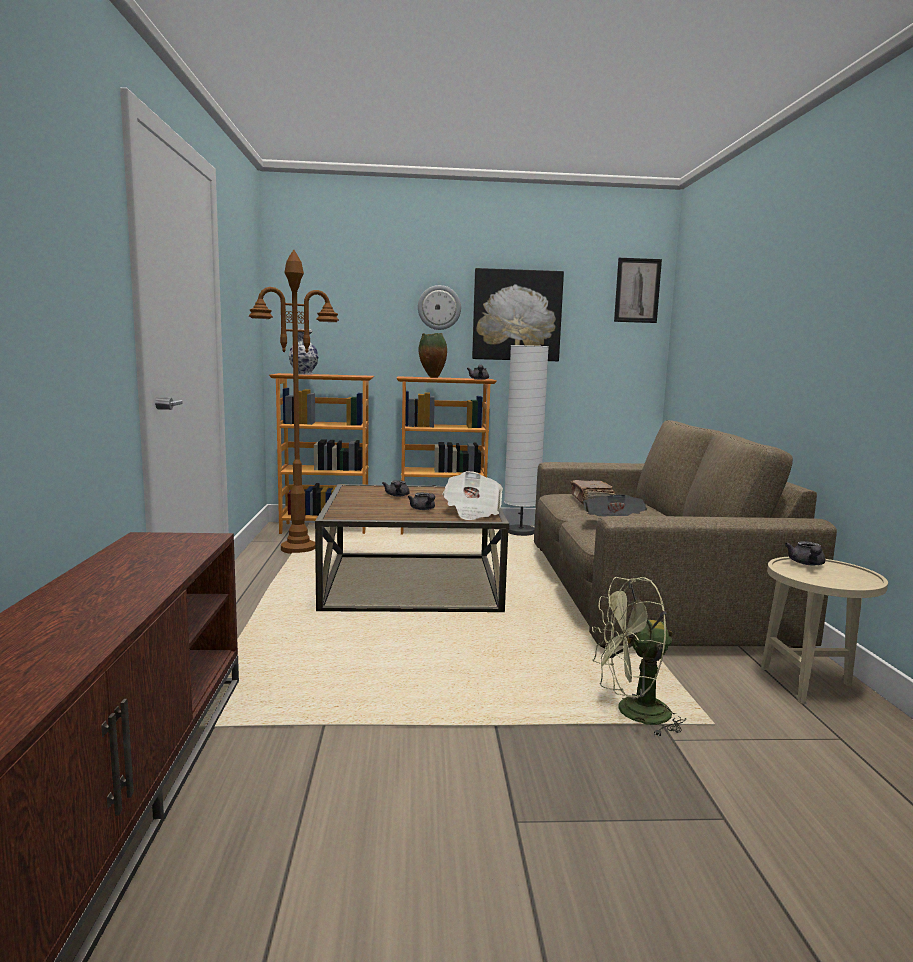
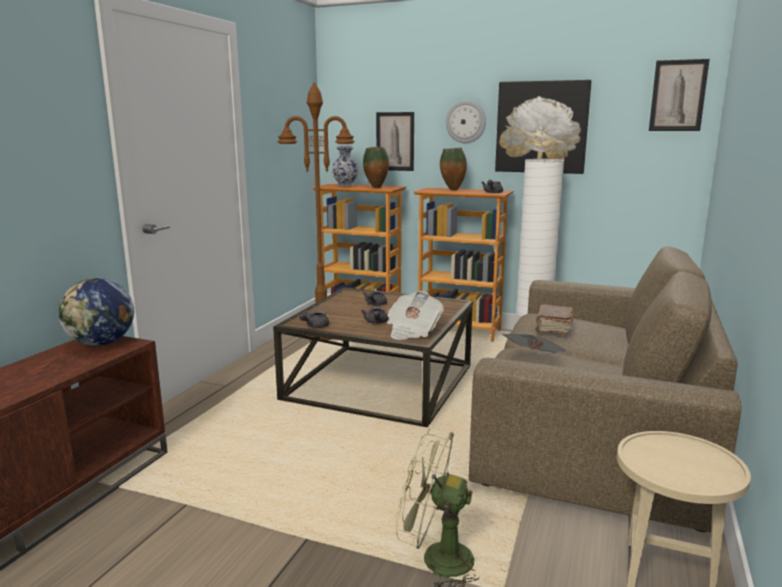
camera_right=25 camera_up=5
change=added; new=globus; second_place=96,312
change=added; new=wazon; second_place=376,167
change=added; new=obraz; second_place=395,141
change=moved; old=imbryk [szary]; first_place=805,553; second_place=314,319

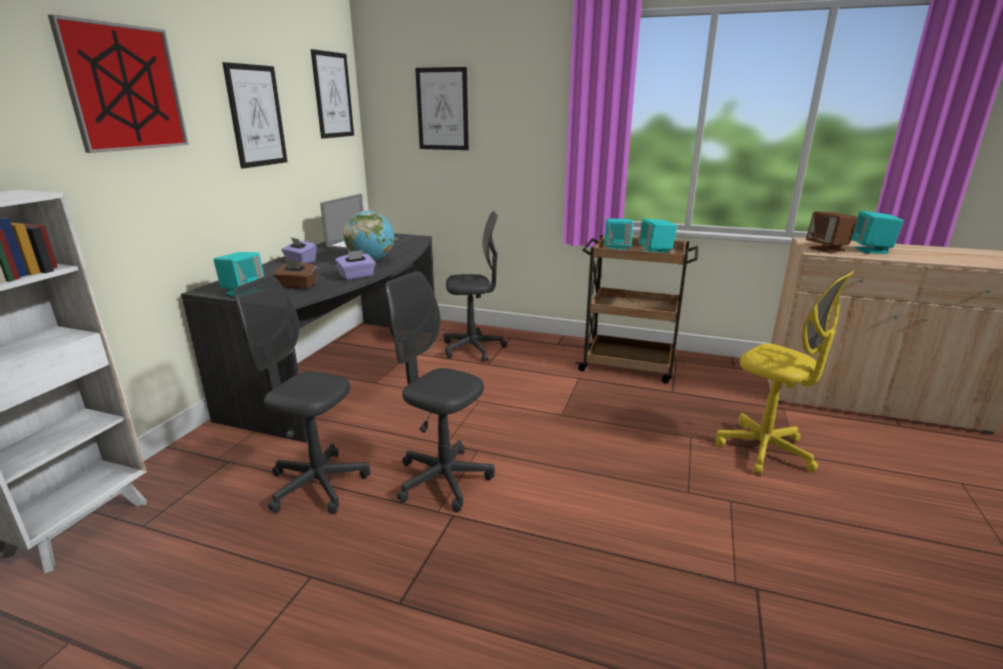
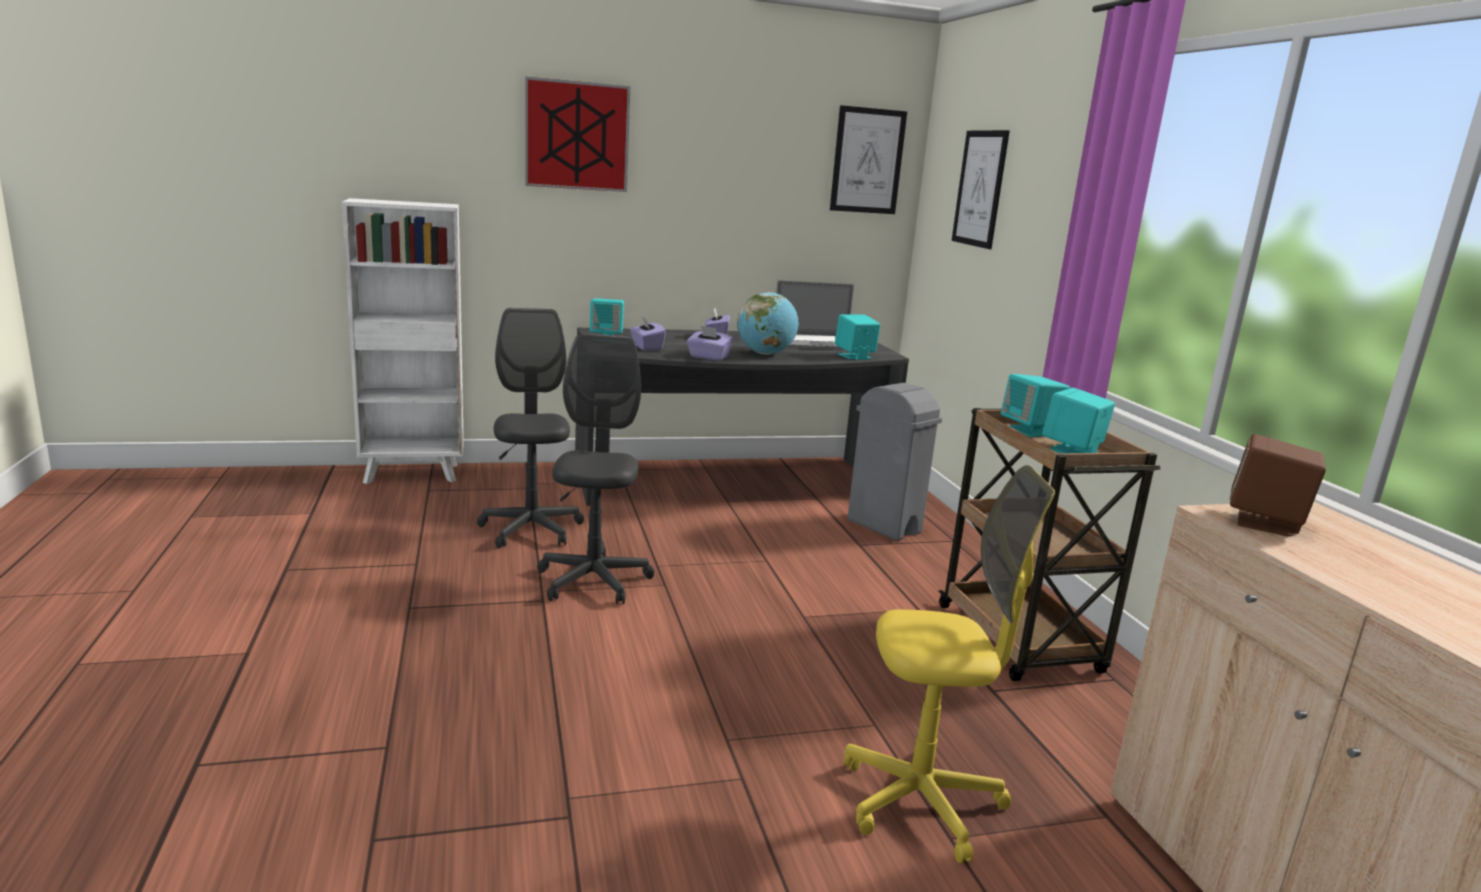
camera_right=55 camera_up=-5
change=removed; old=obraz; first_place=255,115
change=moved; old=głośnik [turkusowy]; first_place=877,232; second_place=857,337
change=replaced; old=krzesło biurowe [szary]; new=kosz na śmieci [szary]; first_place=475,286; second_place=895,462
change=recoloured; old=pudełko chusteczek [brązowy]; new=pudełko chusteczek [fioletowy]; first_place=295,274; second_place=648,333
change=turned; old=krzesło biurowe [żółty]; first_place=785,373; second_place=949,664; degrees=-105

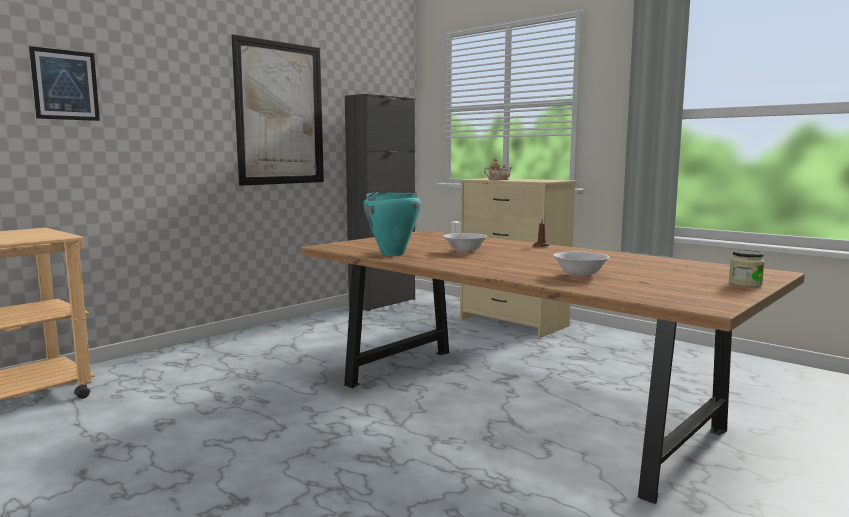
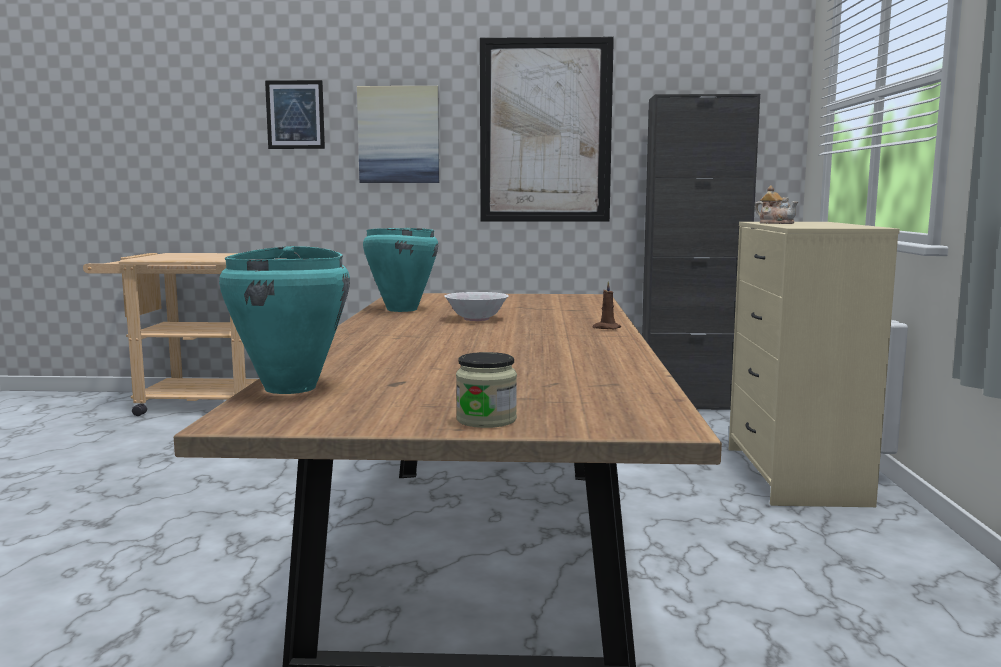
camera_right=50 camera_up=0
change=removed; old=miska [biały]; first_place=581,265
change=added; new=garnek [turkusowy]; second_place=284,320
change=added; new=obraz; second_place=398,134

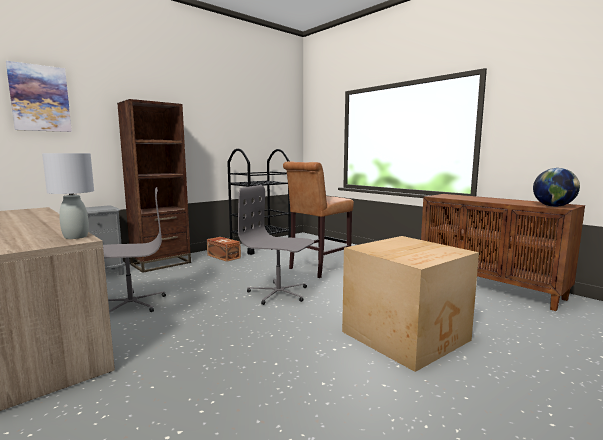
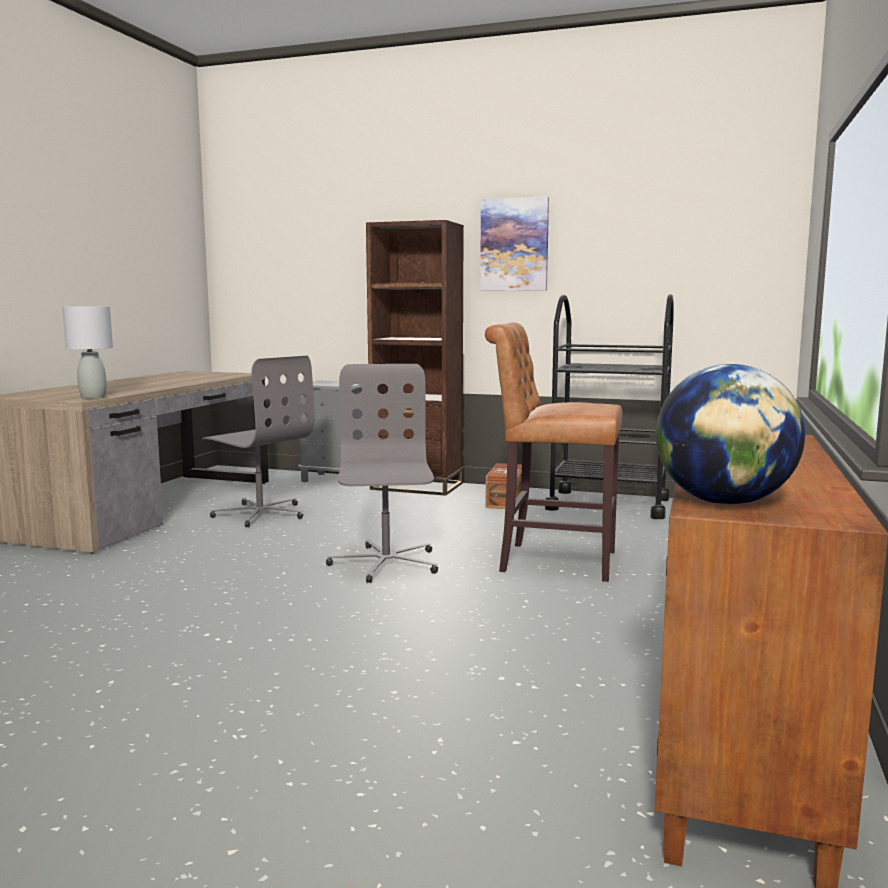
camera_right=60 camera_up=0
change=removed; old=karton; first_place=410,304
change=moved; old=obraz; first_place=39,96; second_place=514,243

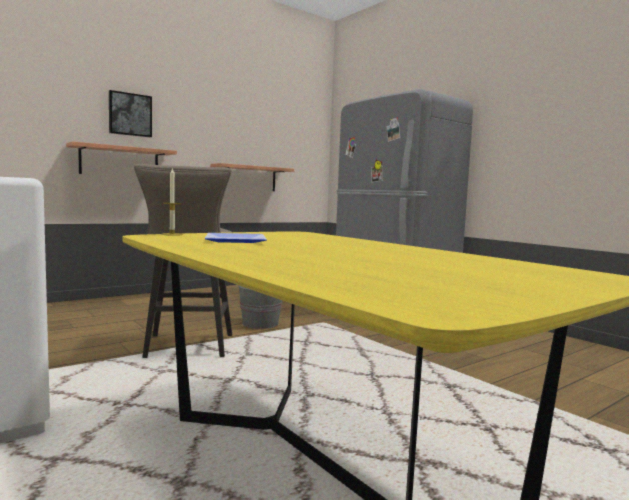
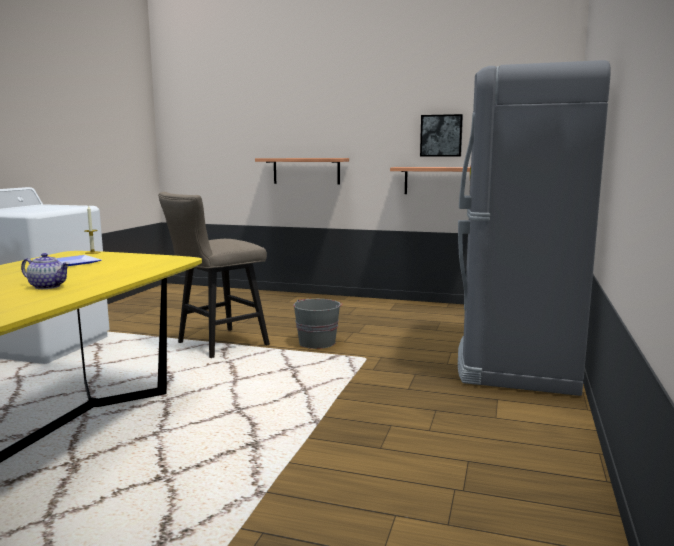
camera_right=55 camera_up=5
change=added; new=imbryk; second_place=45,271
change=moved; old=obraz; first_place=130,113; second_place=441,135

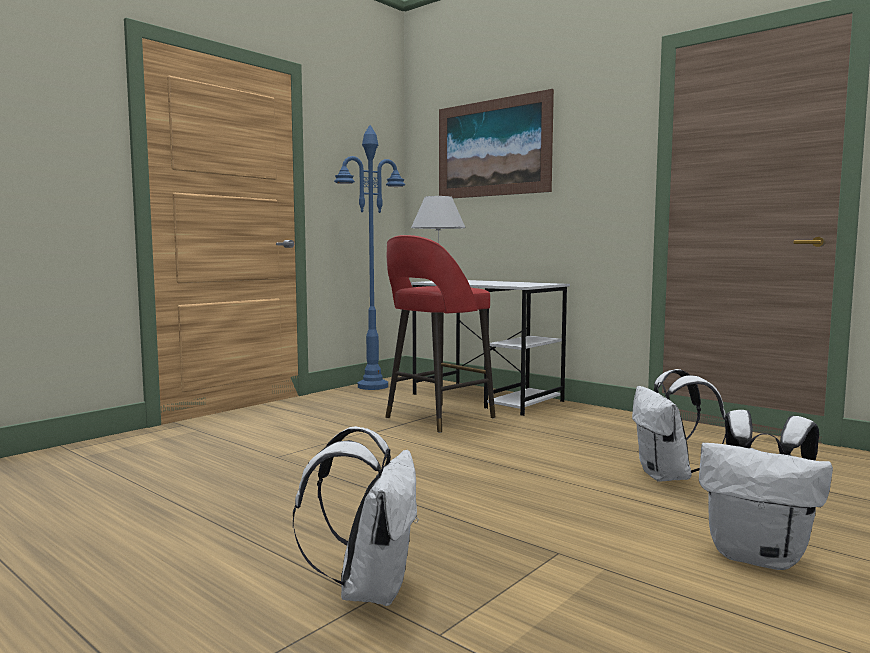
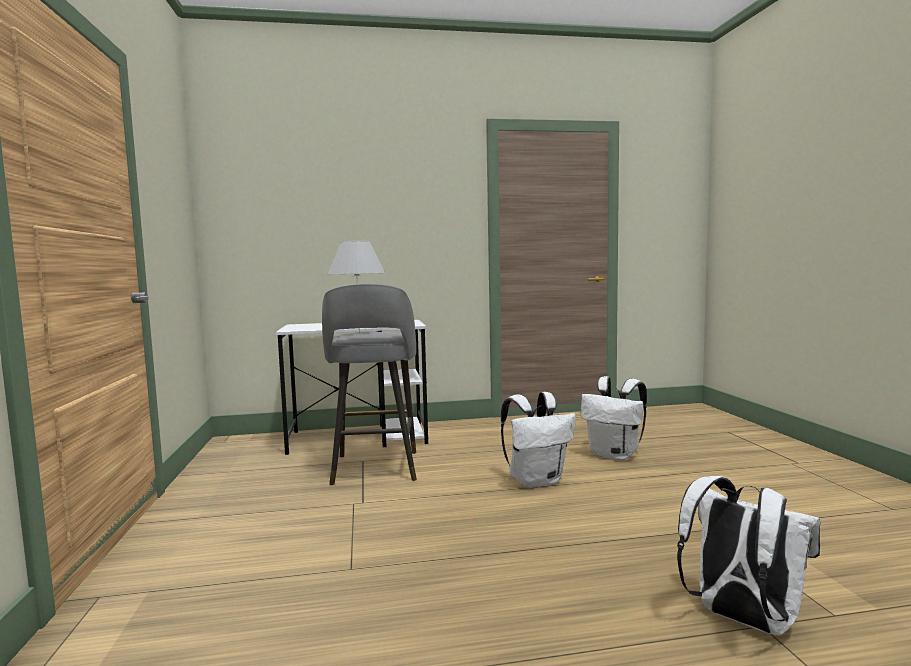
camera_right=-50 camera_up=0
change=removed; old=lampa stojąca [niebieski]; first_place=369,257
change=removed; old=obraz; first_place=496,143
change=moved; old=plecak [biały]; first_place=766,490; second_place=538,440
change=recoloured; old=stołek [czerwony]; new=stołek [szary]; first_place=440,334; second_place=369,384

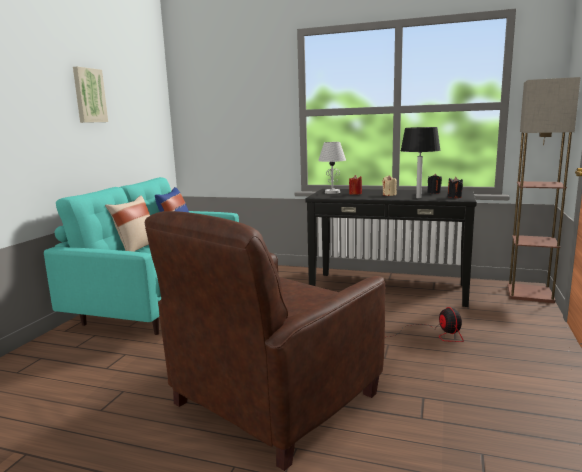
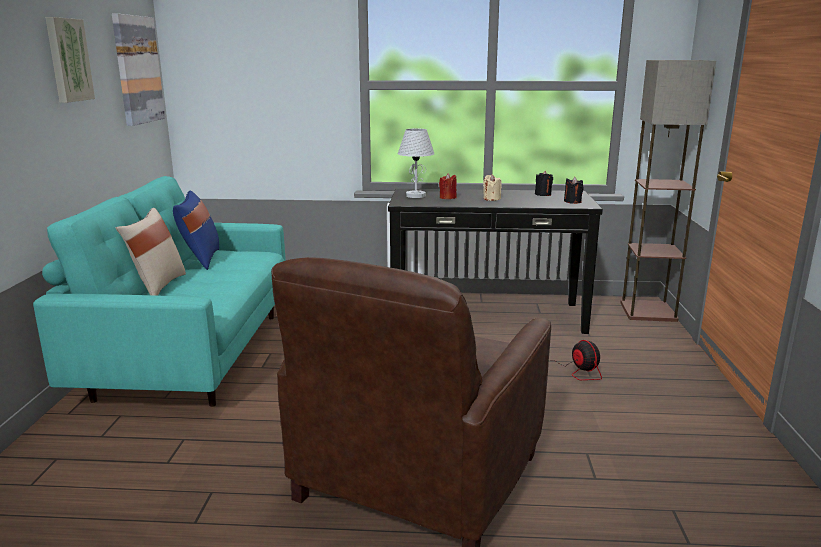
camera_right=-15 camera_up=5
change=removed; old=lampa stołowa [czarny]; first_place=421,163
change=added; new=obraz; second_place=138,69

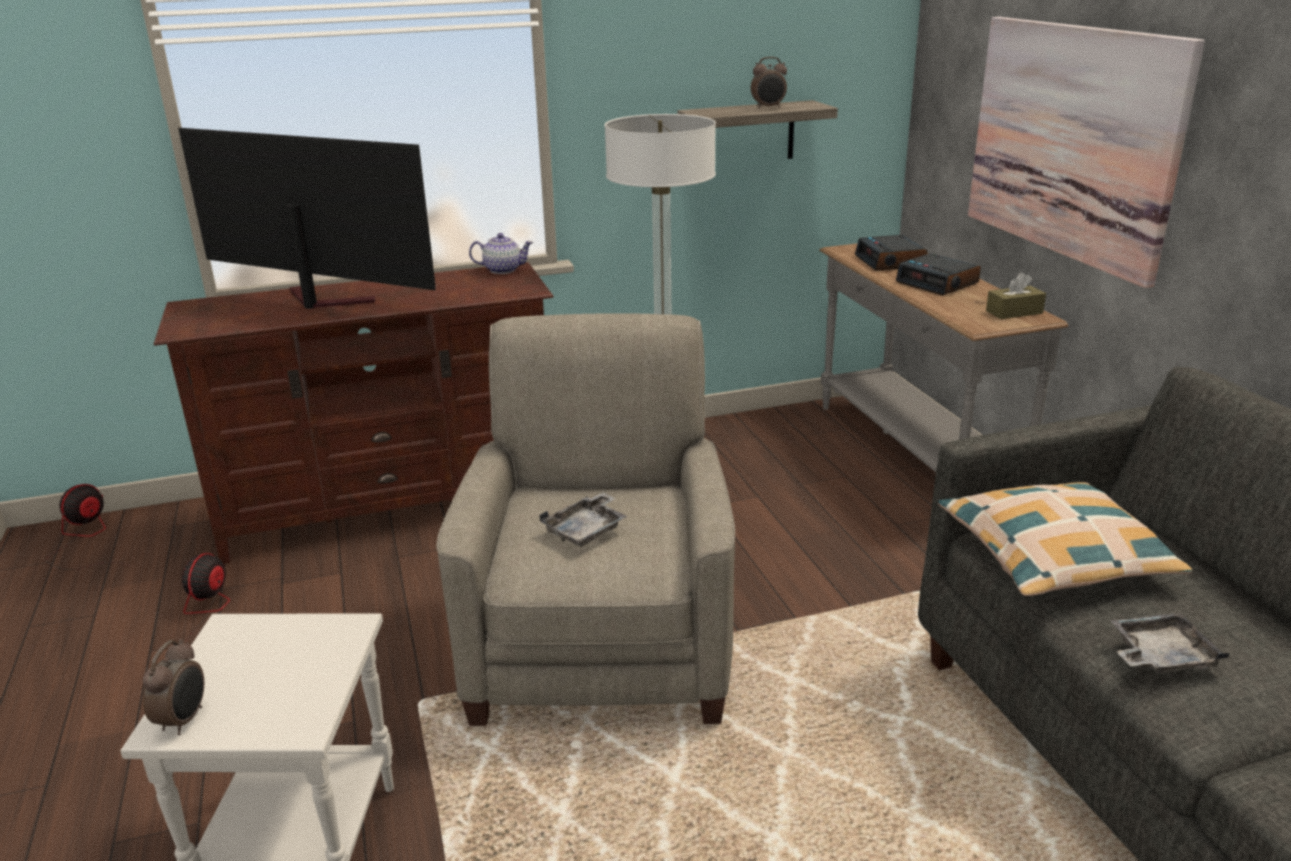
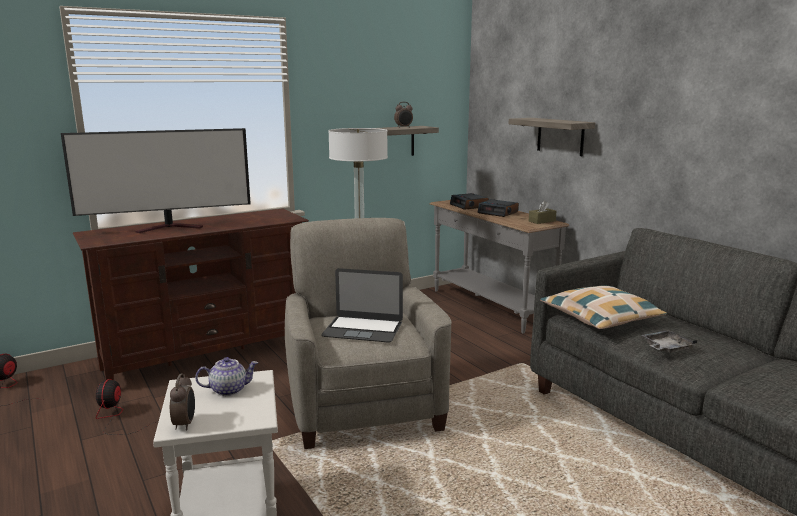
camera_right=-15 camera_up=-10
change=moved; old=imbryk; first_place=501,253; second_place=226,376
change=replaced; old=taca [szary]; new=laptop; first_place=583,519; second_place=362,305
change=replaced; old=obraz; new=półka; first_place=1086,152; second_place=552,137
change=turned; old=telewizor; first_place=307,218; second_place=156,180; degrees=150

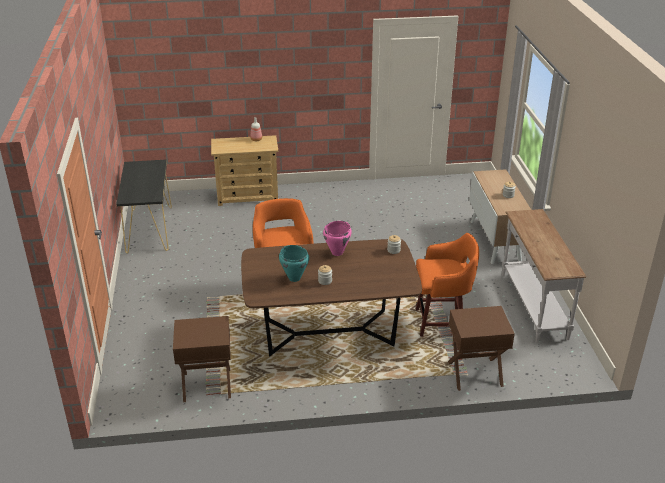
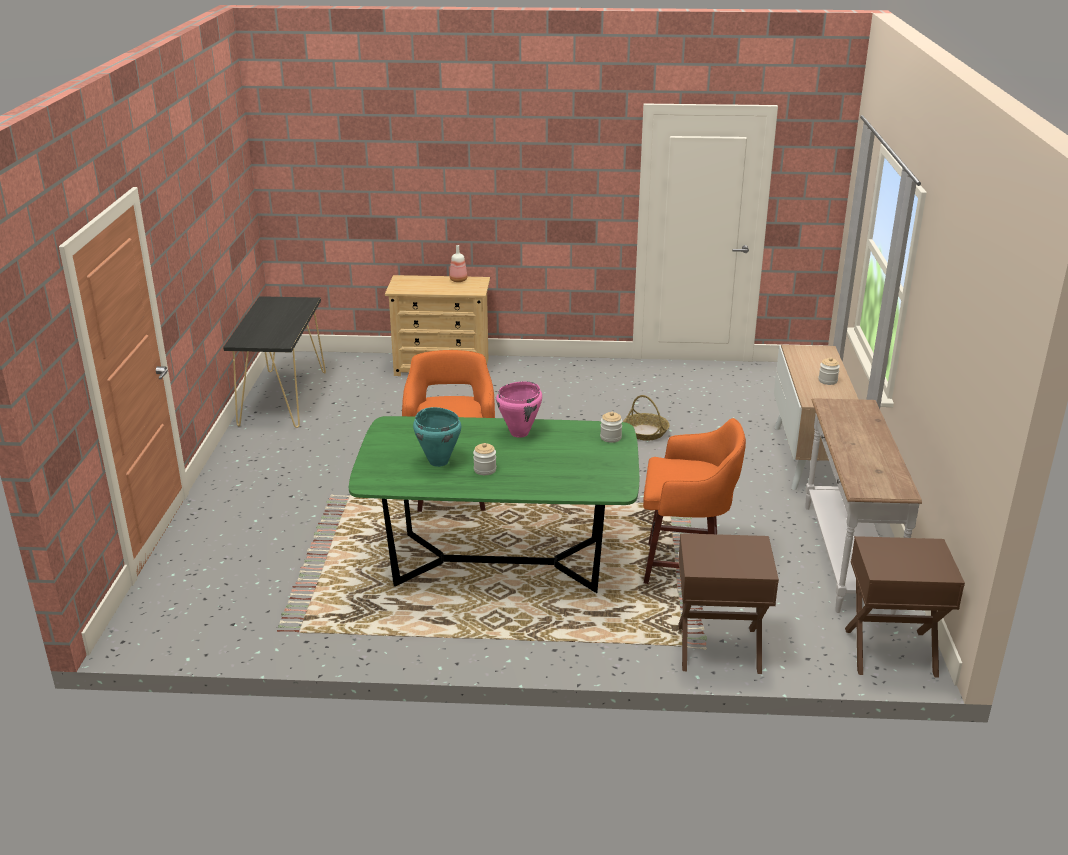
camera_right=10 camera_up=-5
change=added; new=koszyk; second_place=646,418
change=moved; old=szafka nocna [brązowy]; first_place=202,359; second_place=905,607
change=recoloured; old=stół jadalny [brązowy]; new=stół jadalny [zielony]; first_place=331,297; second_place=494,504

